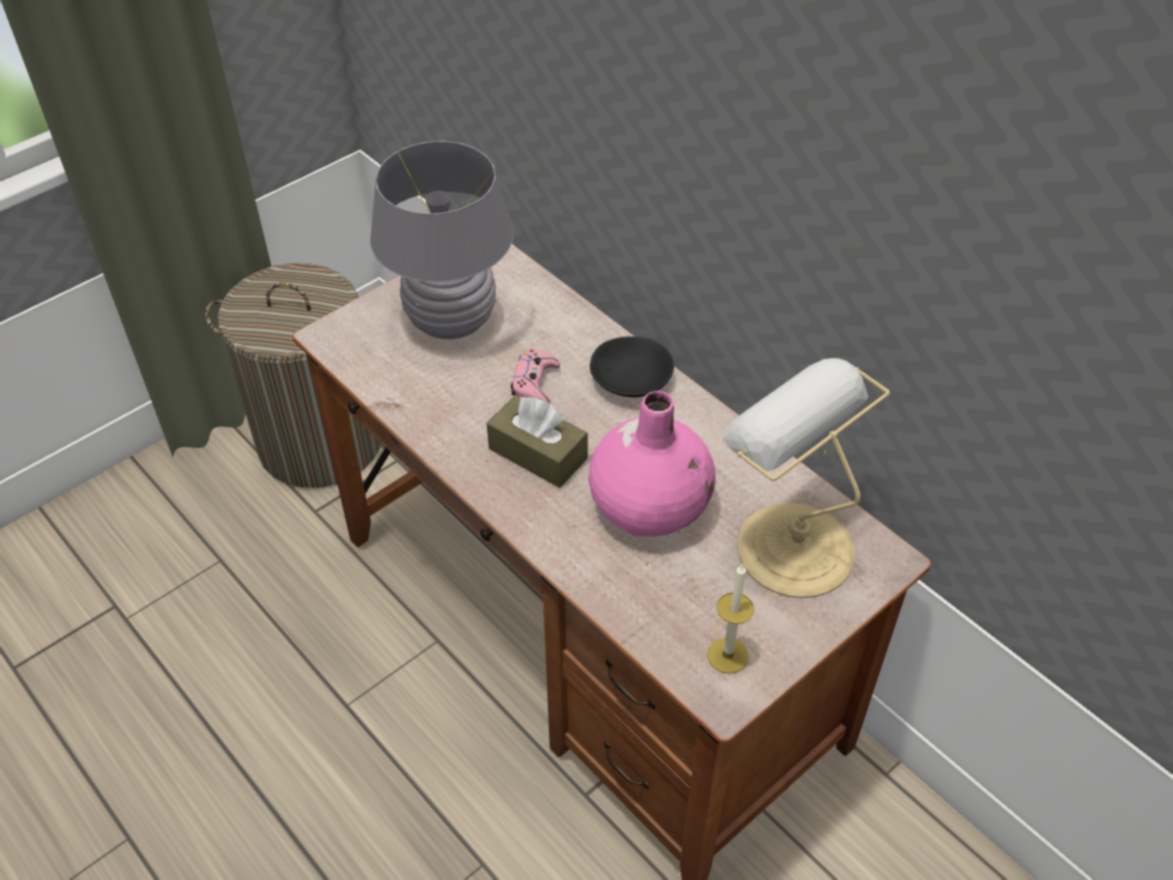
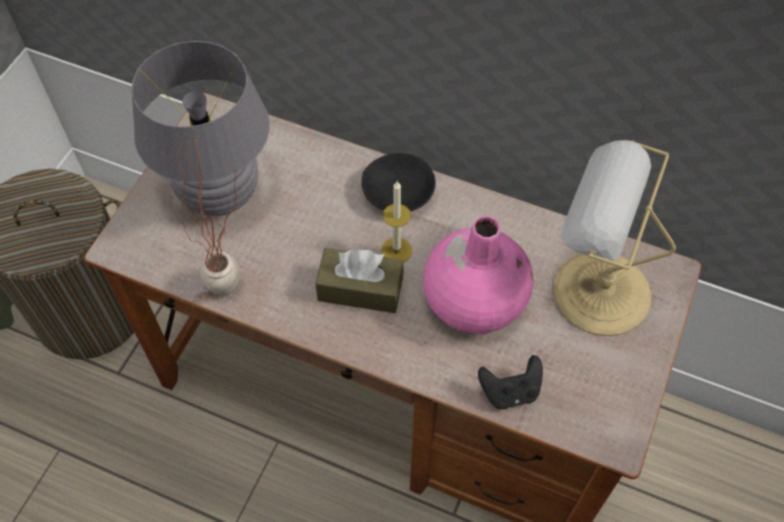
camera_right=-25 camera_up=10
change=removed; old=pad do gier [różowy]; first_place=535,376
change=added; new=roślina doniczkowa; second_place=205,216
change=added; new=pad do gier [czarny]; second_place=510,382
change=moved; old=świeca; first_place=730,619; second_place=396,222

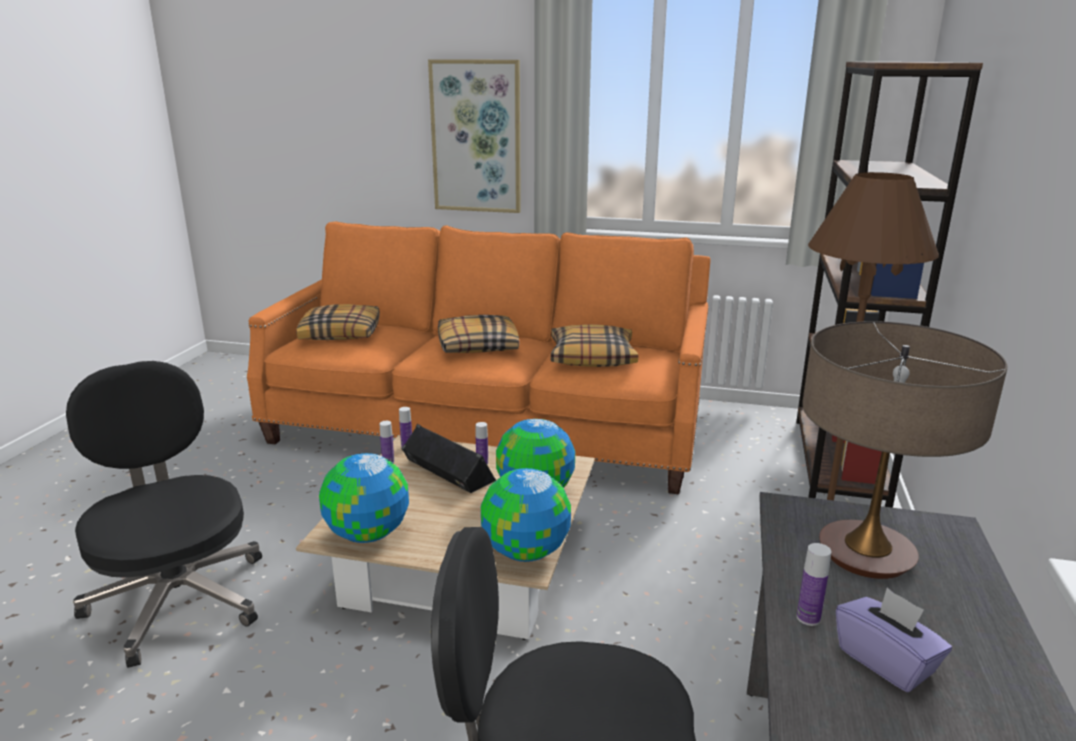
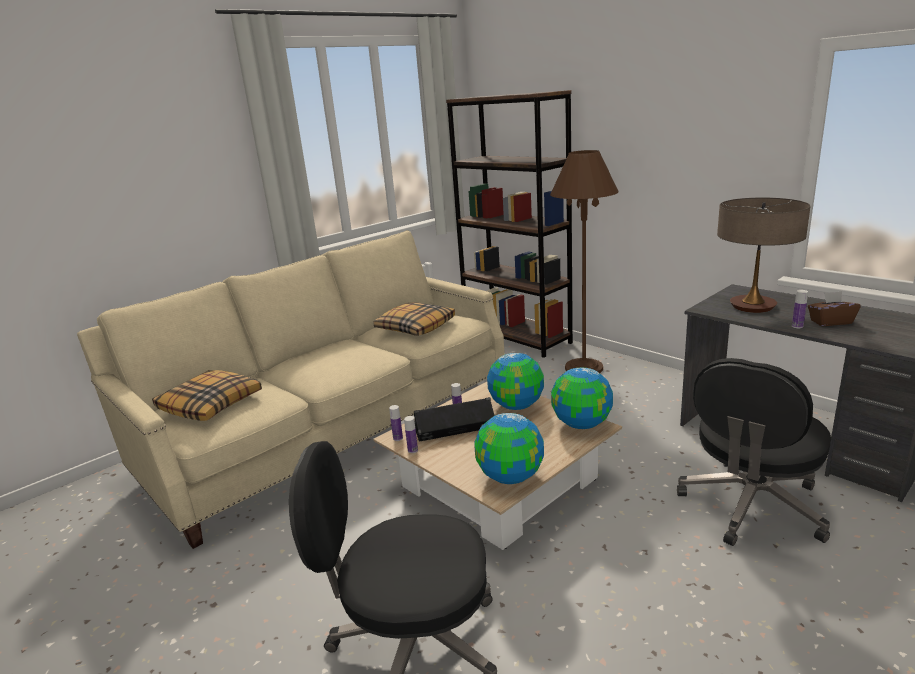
camera_right=-55 camera_up=0
change=removed; old=obraz; first_place=474,136
change=removed; old=poduszka; first_place=479,334
change=recoloured; old=kanapa [pomarańczowy]; new=kanapa [beżowy]; first_place=479,357; second_place=291,389
change=recoloured; old=pudełko chusteczek [fioletowy]; new=pudełko chusteczek [brązowy]; first_place=894,639; second_place=834,308

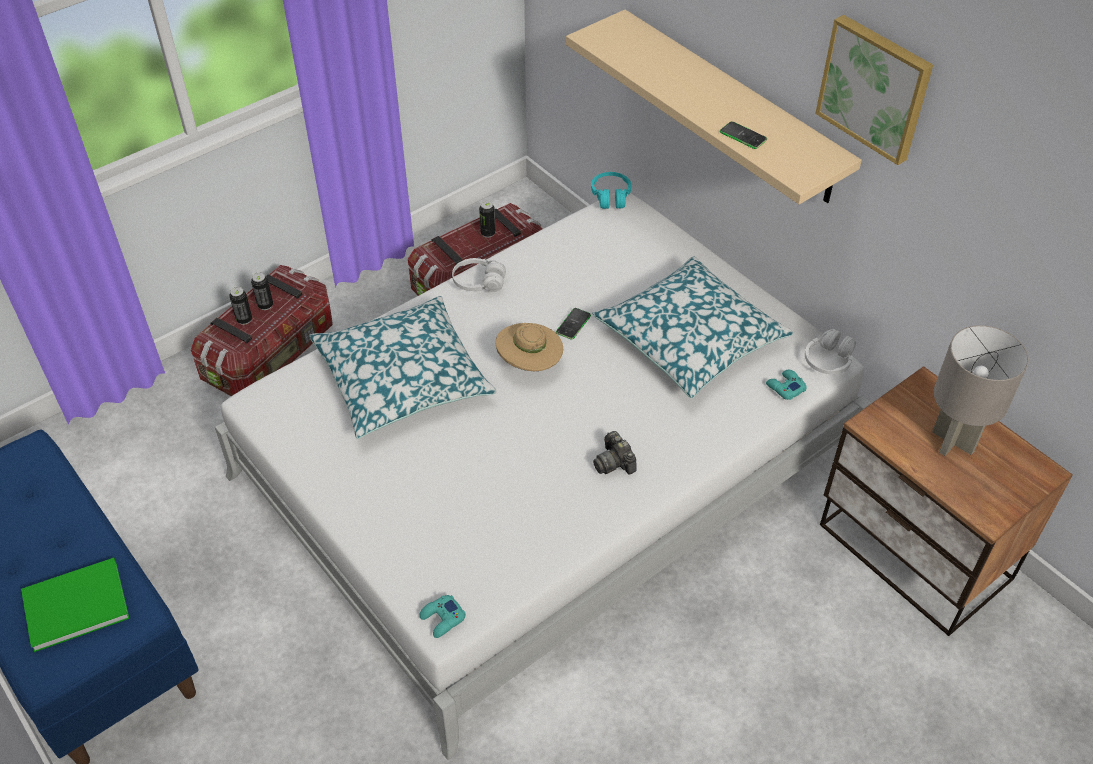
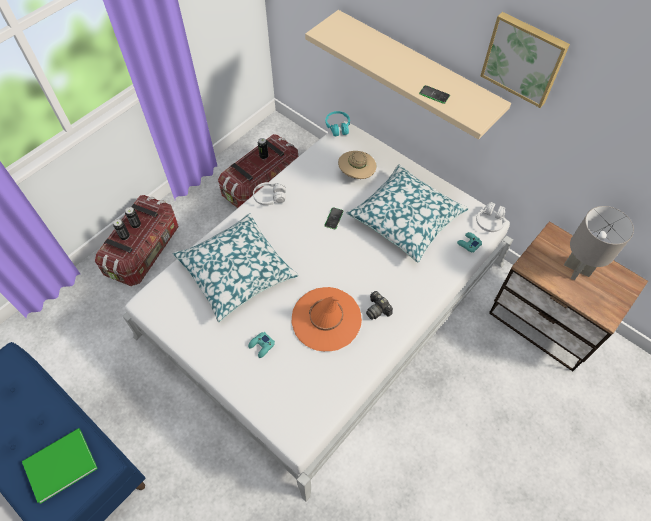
camera_right=-10 camera_up=10
change=added; new=kapelusz [pomarańczowy]; second_place=326,319
change=moved; old=pad do gier [turkusowy]; first_place=442,616; second_place=261,345
change=moved; old=kapelusz [beżowy]; first_place=529,347; second_place=357,165

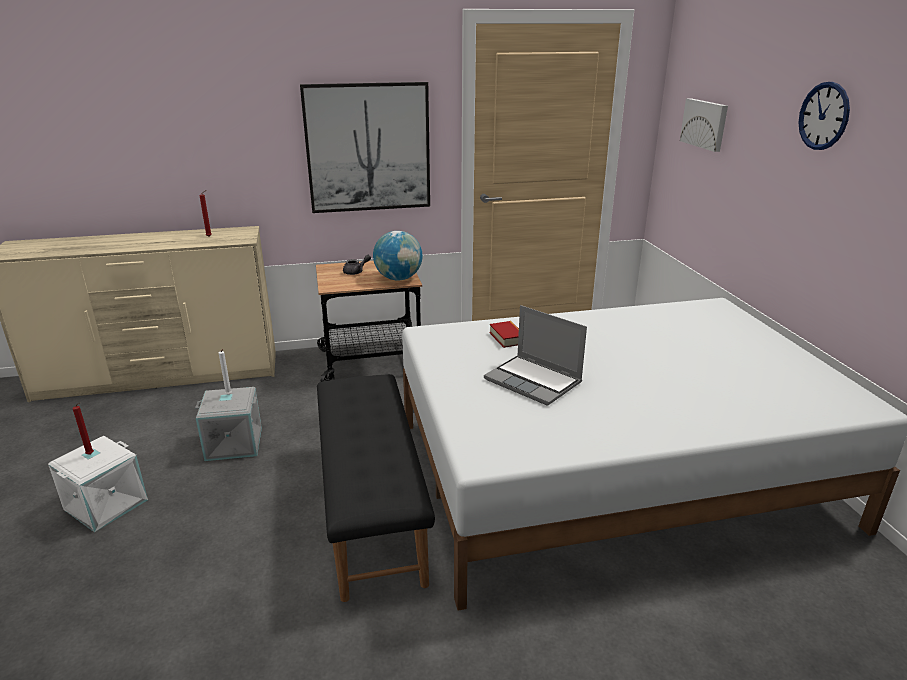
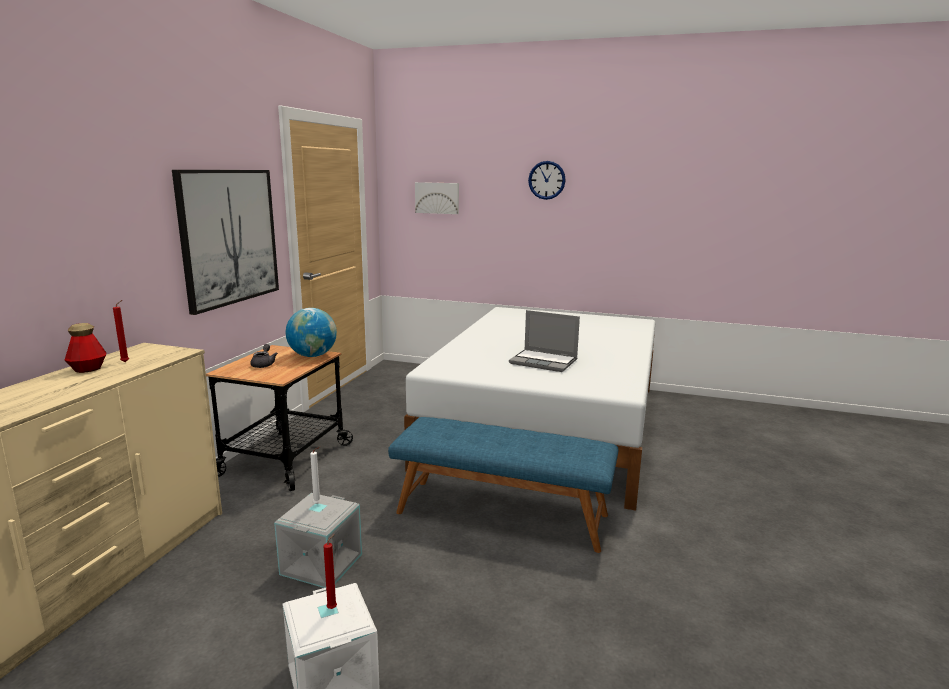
camera_right=-60 camera_up=-10
change=removed; old=książka; first_place=504,334
change=added; new=butelka; second_place=85,348
change=recoloured; old=ławka [czarny]; new=ławka [niebieski]; first_place=376,488; second_place=503,485
change=turned; old=laptop; first_place=535,355; second_place=544,341; degrees=45

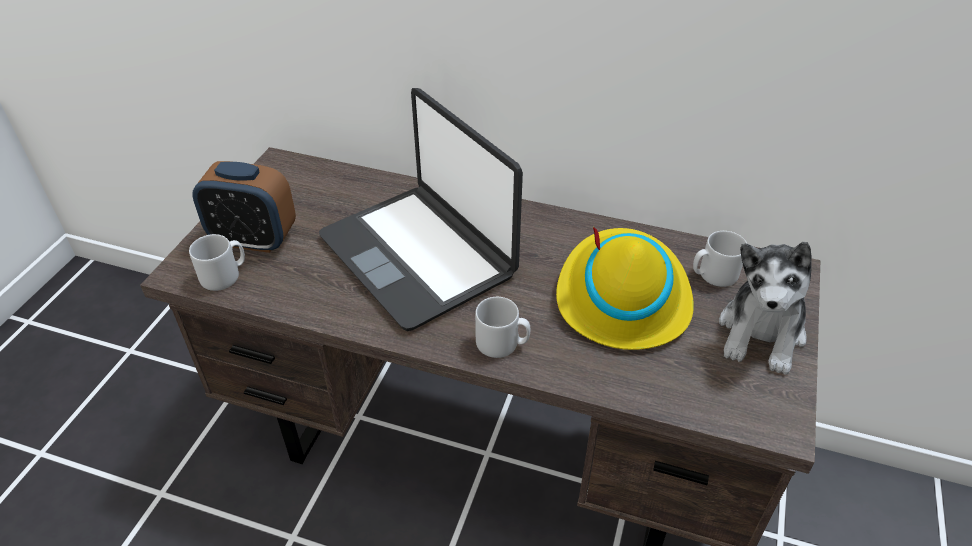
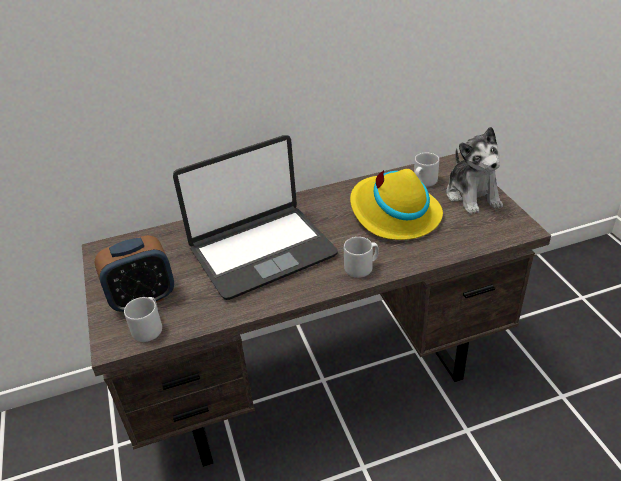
camera_right=-35 camera_up=-5
change=turned; old=laptop; first_place=421,209; second_place=255,217; degrees=-45

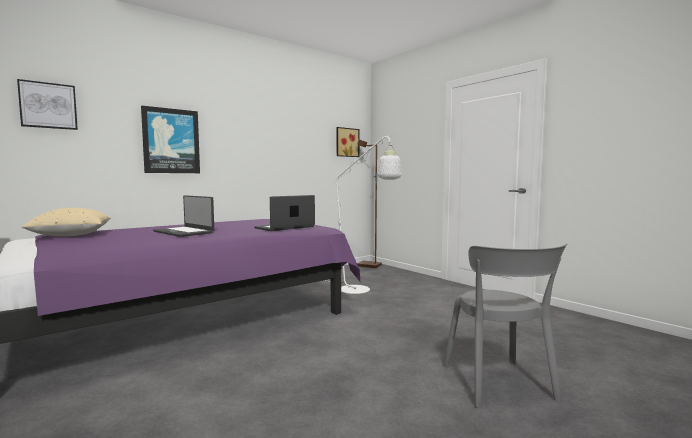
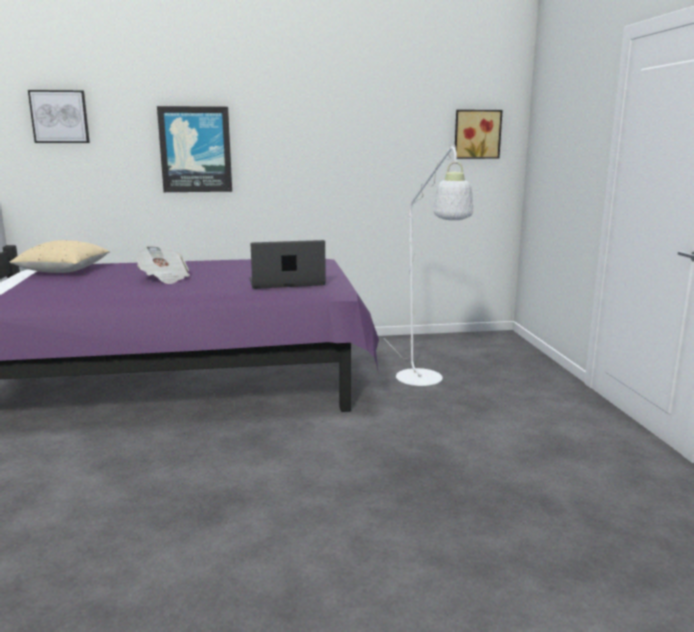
camera_right=30 camera_up=10
change=removed; old=lampa stojąca [brązowy]; first_place=369,203
change=removed; old=krzesło [szary]; first_place=505,326
change=replaced; old=laptop; new=gazeta; first_place=183,216; second_place=163,265

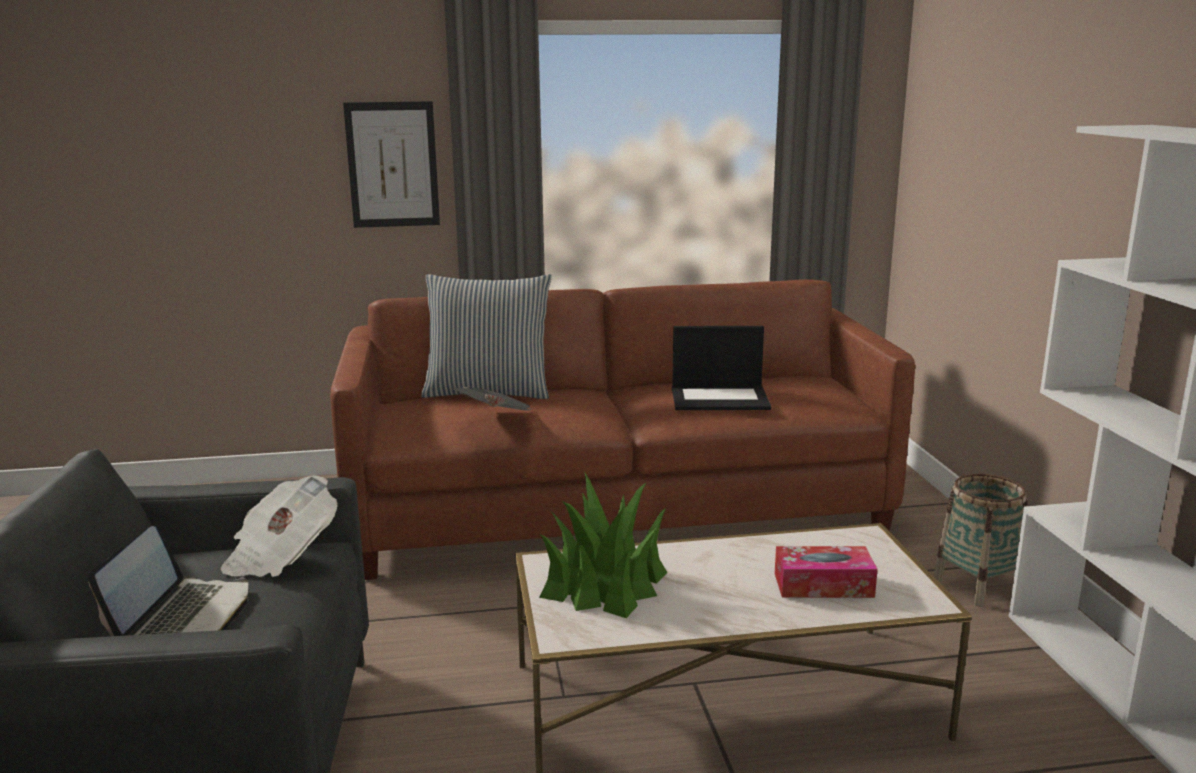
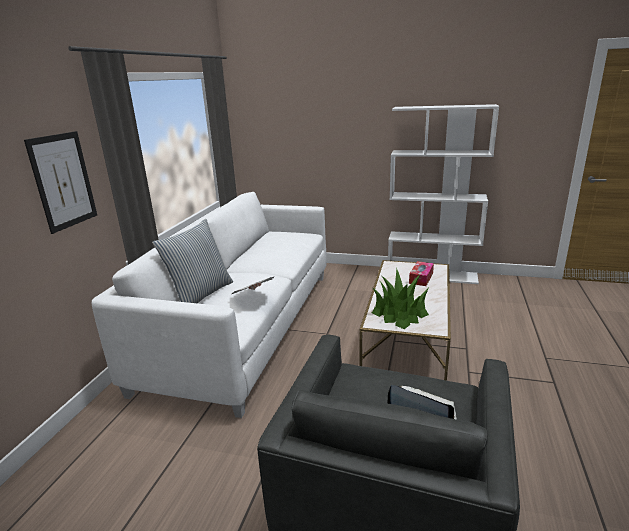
camera_right=-65 camera_up=5
change=removed; old=gazeta; first_place=279,526
change=removed; old=laptop; first_place=721,368
change=removed; old=koszyk; first_place=981,540
change=recoloured; old=kanapa [brązowy]; new=kanapa [biały]; first_place=622,429; second_place=209,305

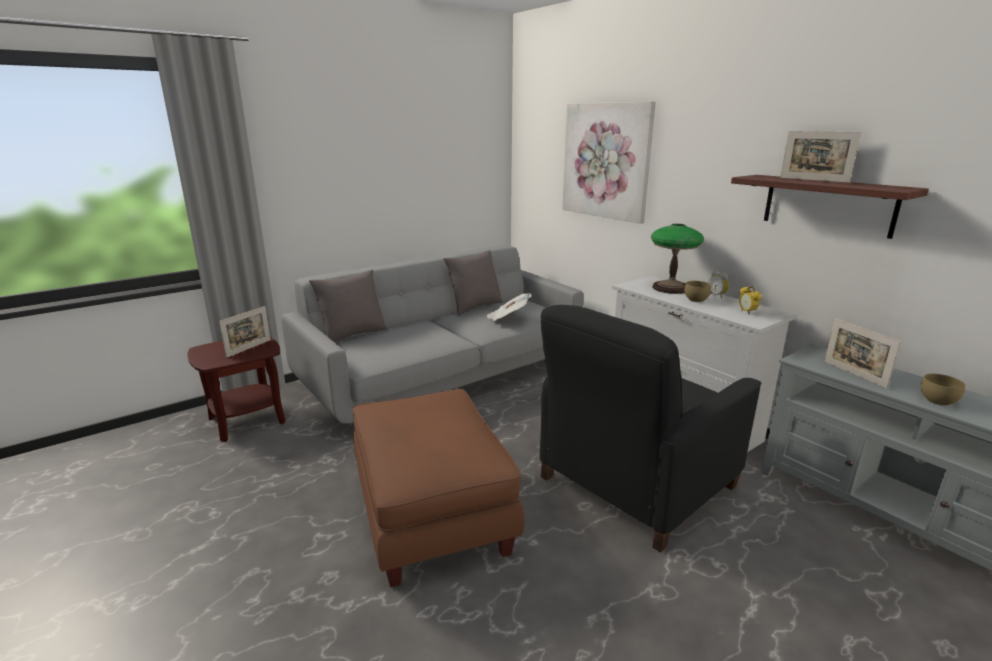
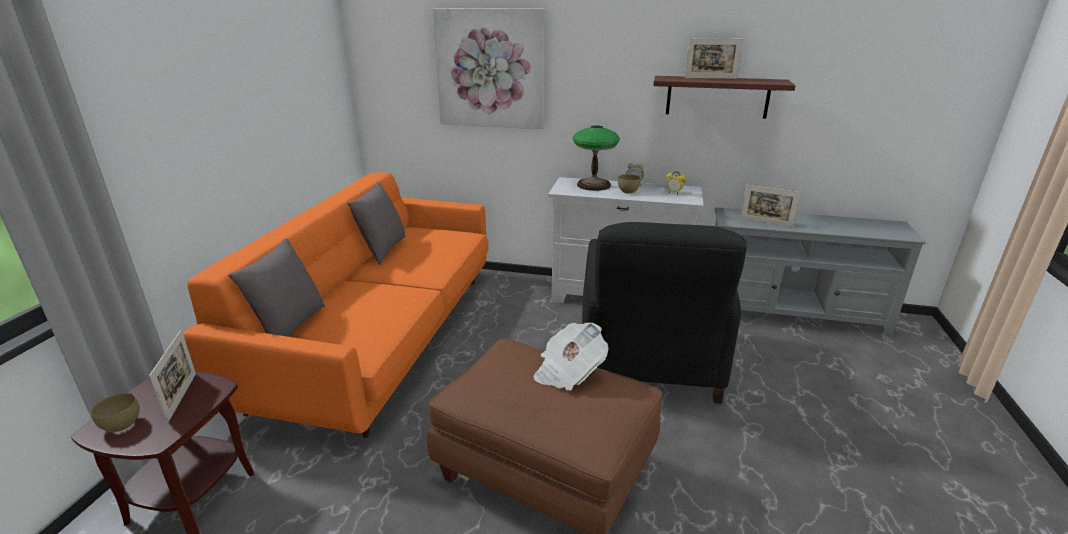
camera_right=-40 camera_up=5
change=moved; old=gazeta; first_place=509,307; second_place=571,357
change=moved; old=miska [brązowy]; first_place=943,390; second_place=115,412
change=recoloured; old=kanapa [szary]; new=kanapa [pomarańczowy]; first_place=432,334; second_place=336,305

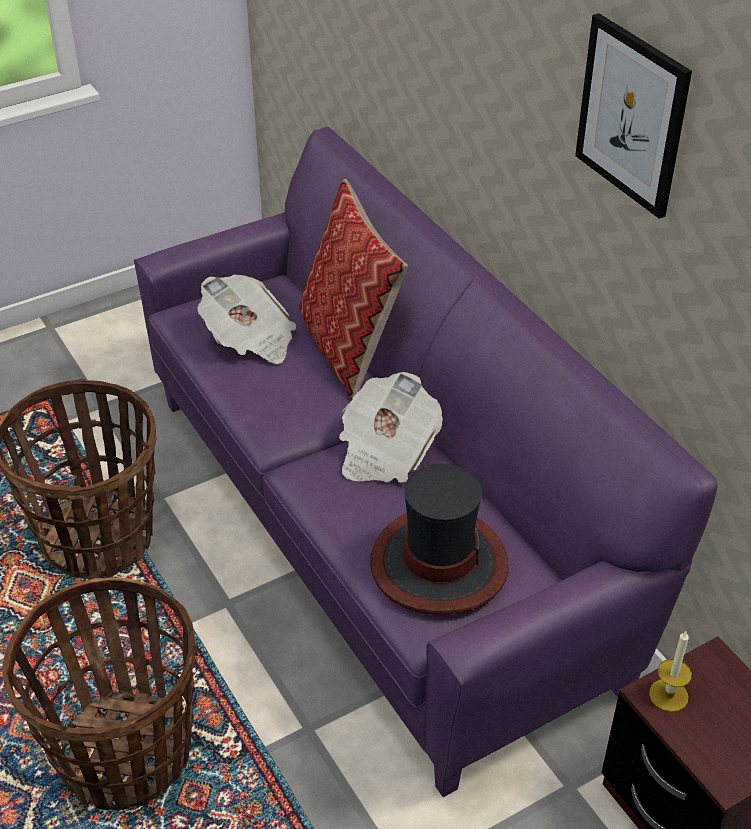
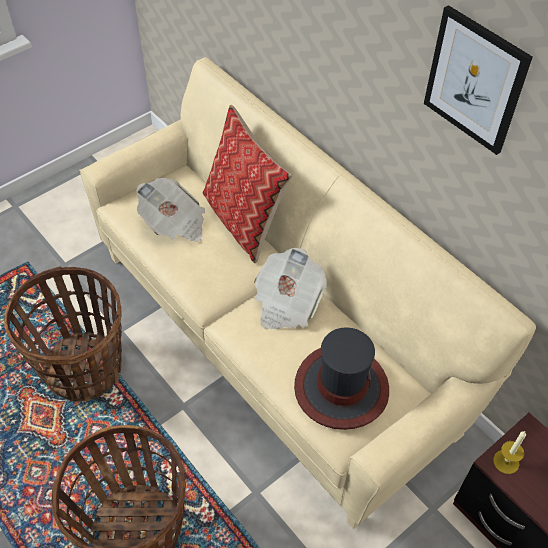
camera_right=-10 camera_up=10
change=recoloured; old=kanapa [fioletowy]; new=kanapa [beżowy]; first_place=425,462; second_place=308,293

